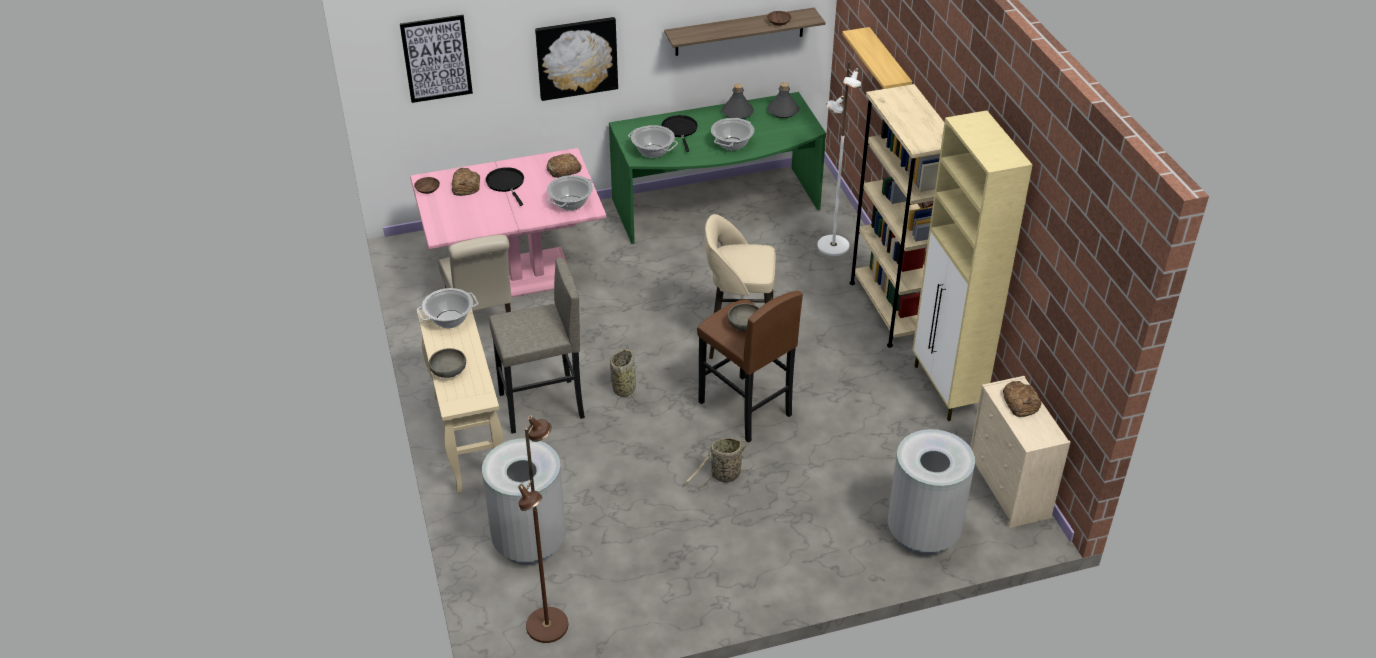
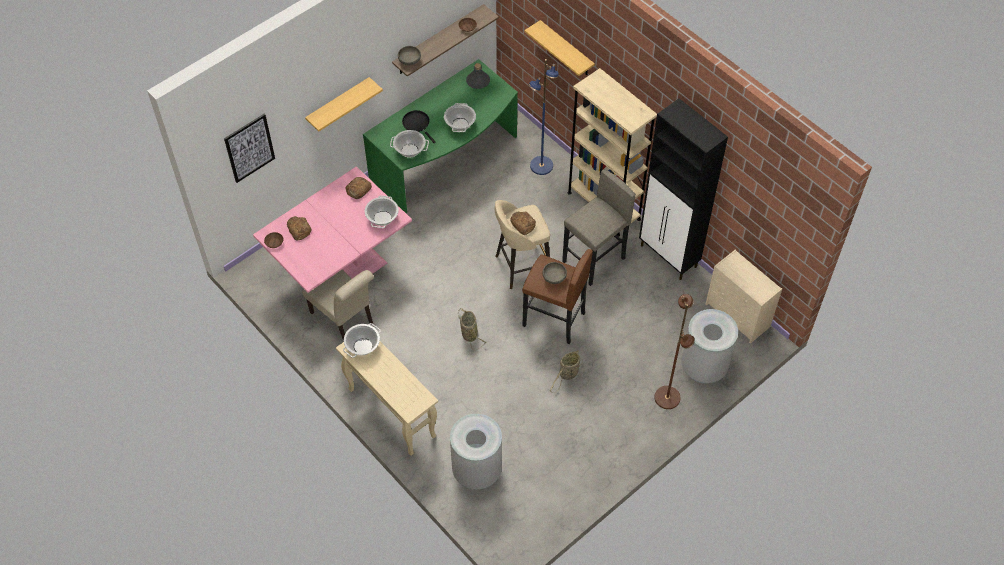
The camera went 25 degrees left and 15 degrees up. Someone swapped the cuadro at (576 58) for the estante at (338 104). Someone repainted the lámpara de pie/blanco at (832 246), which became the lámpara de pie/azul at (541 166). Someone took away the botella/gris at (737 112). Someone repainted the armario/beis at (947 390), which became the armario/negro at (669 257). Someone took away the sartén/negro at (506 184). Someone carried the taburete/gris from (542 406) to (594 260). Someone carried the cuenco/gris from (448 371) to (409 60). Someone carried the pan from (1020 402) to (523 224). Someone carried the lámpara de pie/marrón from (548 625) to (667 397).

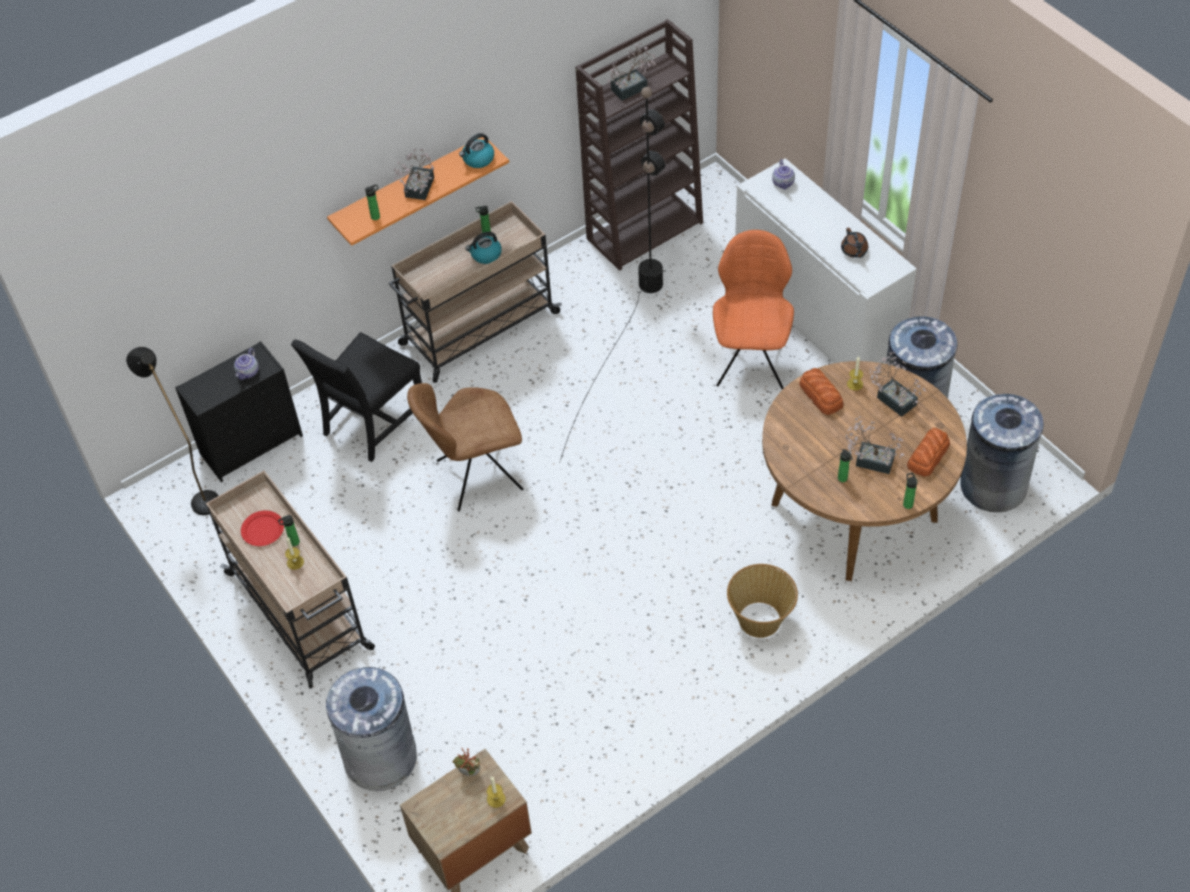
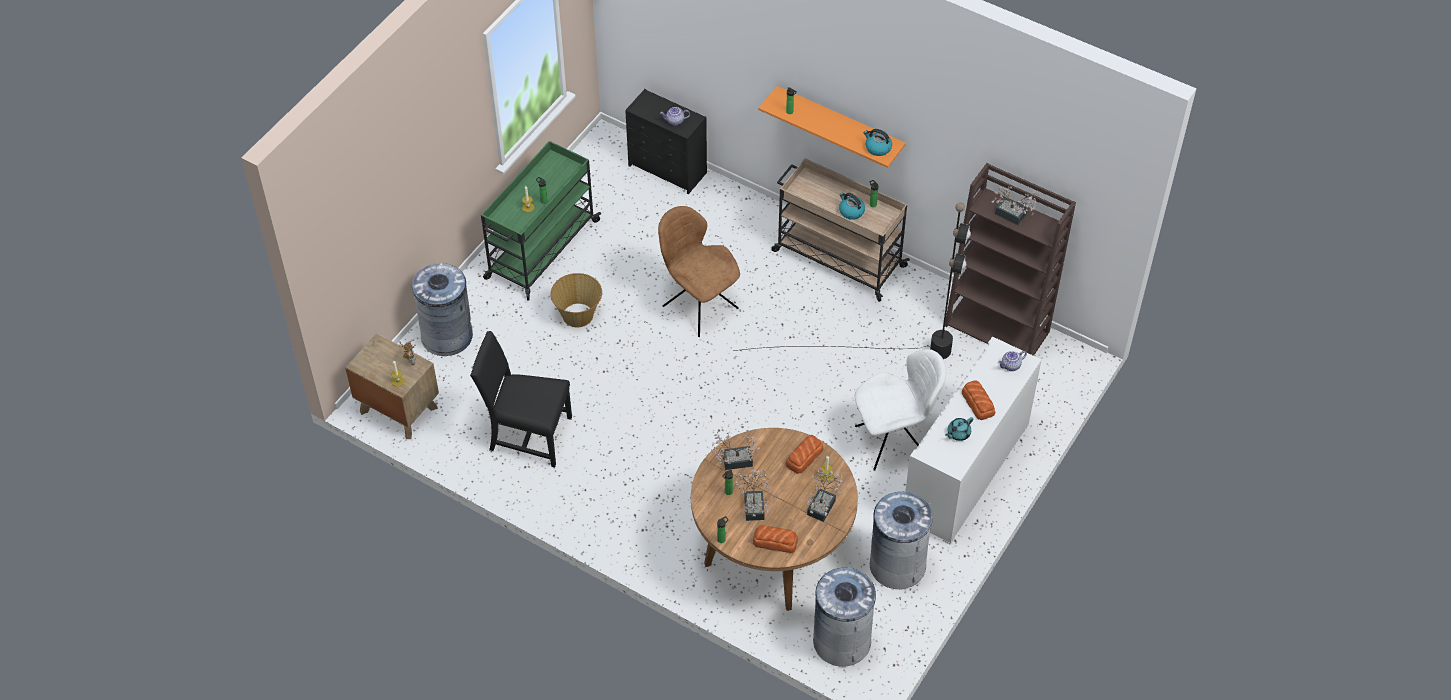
The camera went 65 degrees right and 0 degrees up. Someone carried the planta en maceta from (418 190) to (733 461). Someone repainted the tetera/marrón at (854 251), which became the tetera/turquesa at (958 433). Someone repainted the silla/naranja at (751 359), which became the silla/blanco at (894 441). Someone carried the silla/negro from (371 423) to (527 435). Someone took away the lámpara de pie/negro at (199 497). Someone repainted the carrito/beis at (300 612), which became the carrito/verde at (541 250). Someone took away the plato/rojo at (263 529). Someone carried the cesta from (760 619) to (578 315). Someone put down the pan at (978 402).

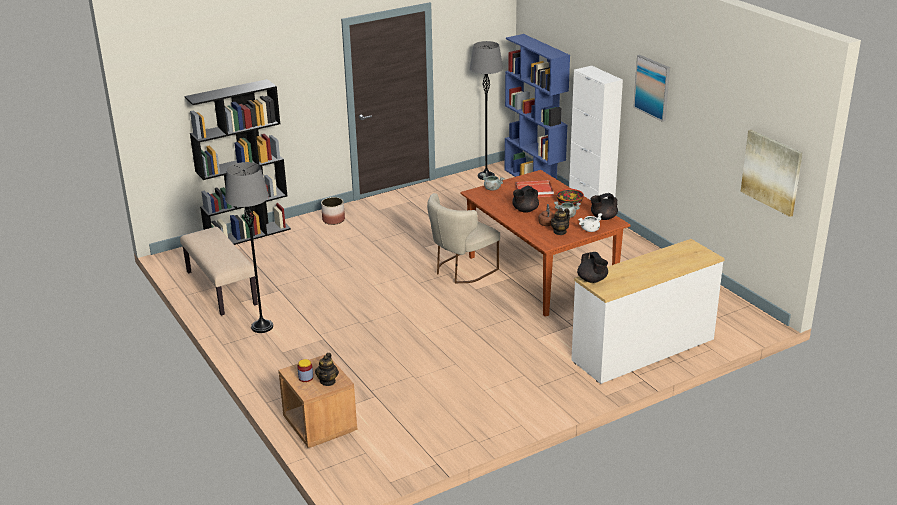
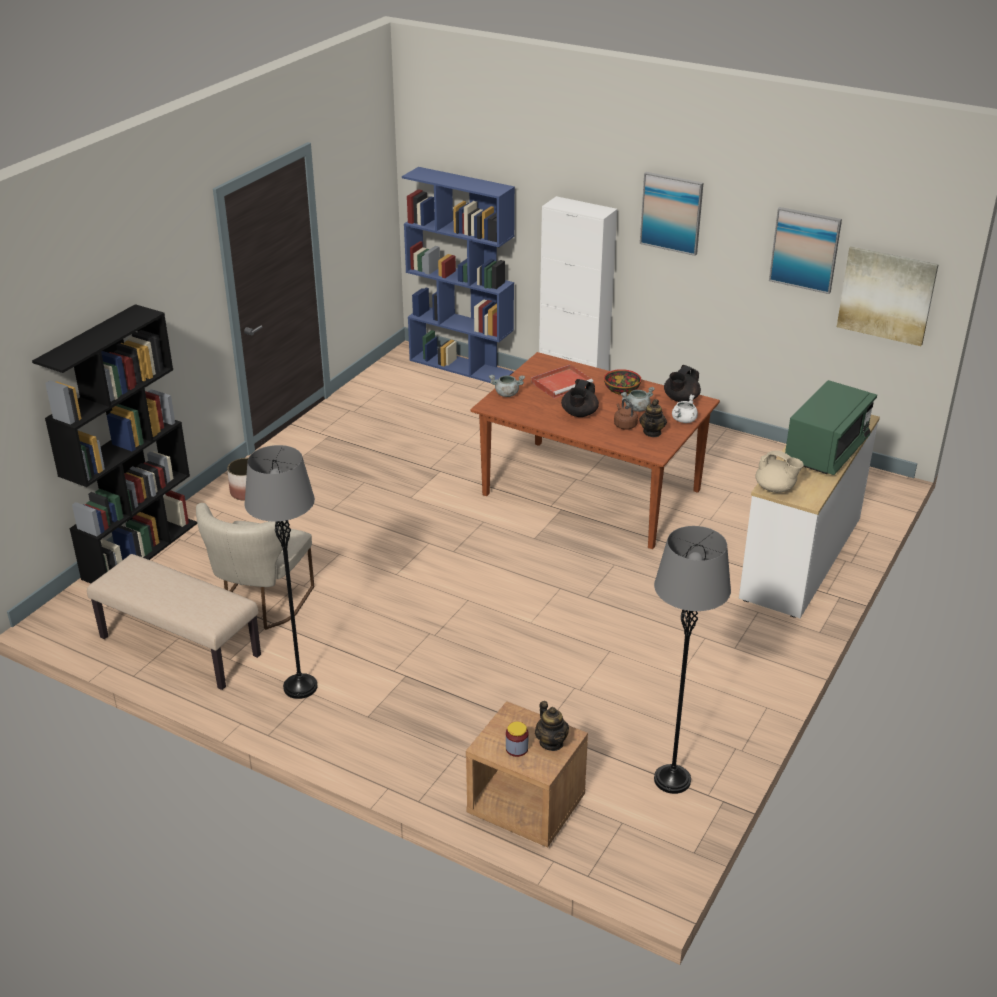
The camera went 30 degrees left and 5 degrees up. Someone carried the lámpara de pie/gris from (486 176) to (672 780). Someone carried the silla/beis from (461 271) to (261 605). Someone repainted the tetera/negro at (592 280), which became the tetera/beis at (775 488). Someone put up the cuadro at (805 249). Someone put down the microondas/verde at (826 451).

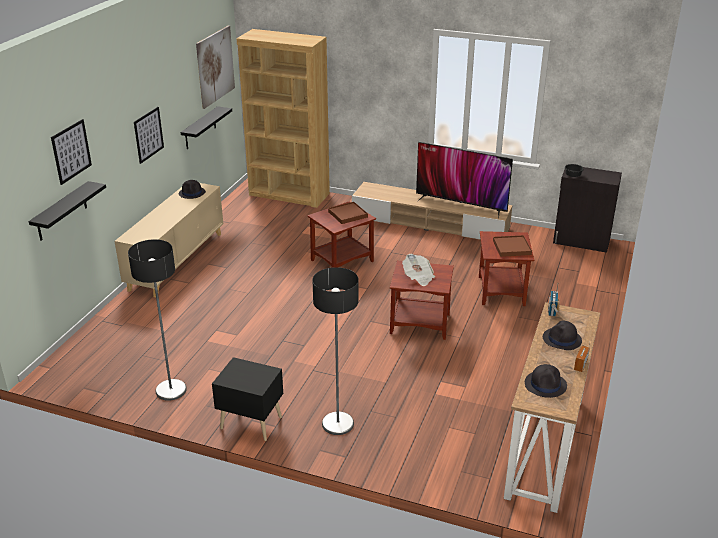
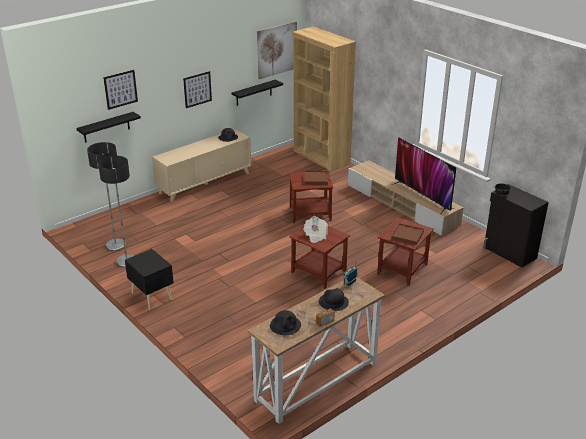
The camera went 30 degrees right and 0 degrees up. Someone carried the lámpara de pie from (338 423) to (116 245).

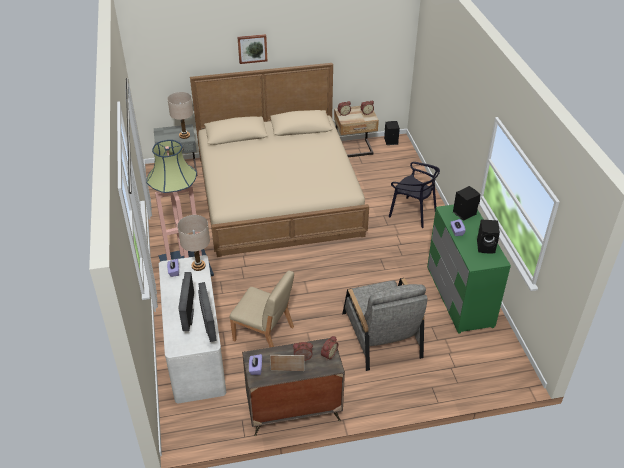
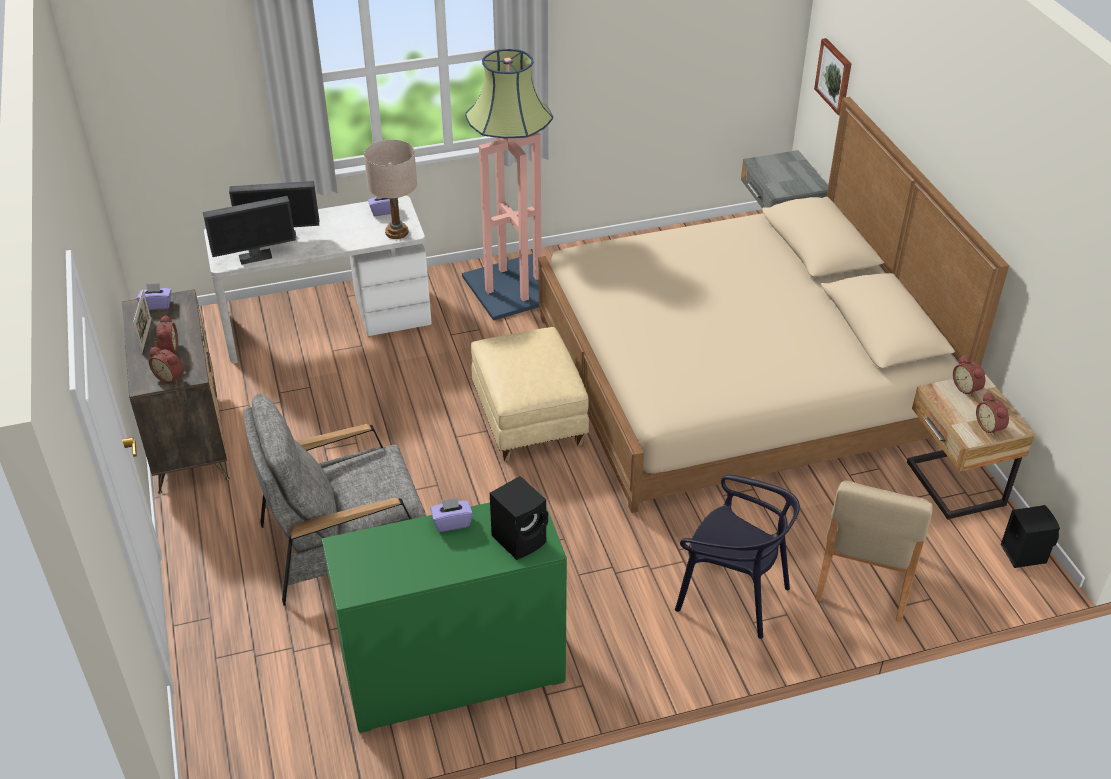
The camera went 85 degrees right and 0 degrees up. Someone carried the cuadro from (252 48) to (834 76). Someone took away the lámpara de mesa/beis at (184 135). Someone rotated the silla/negro at (412 213) by 90 degrees counterclockwise. Someone took away the altavoz/negro at (486 247). Someone carried the silla/beis from (264 334) to (864 577). Someone put down the puf/beis at (530 419).

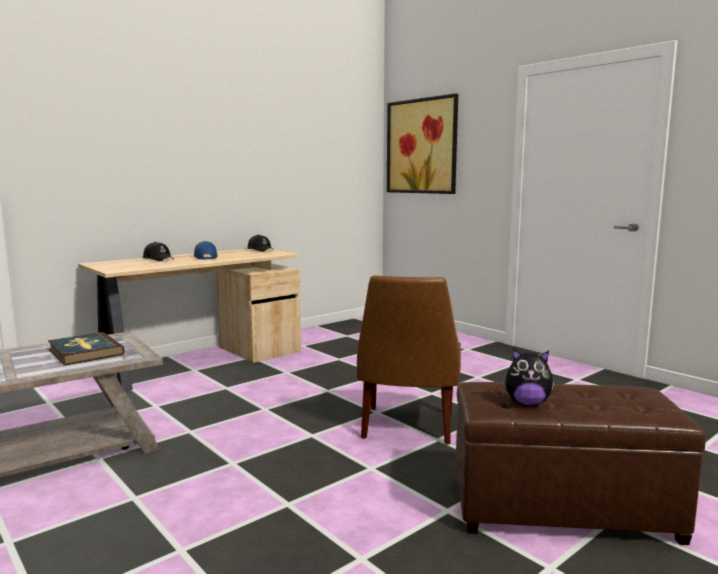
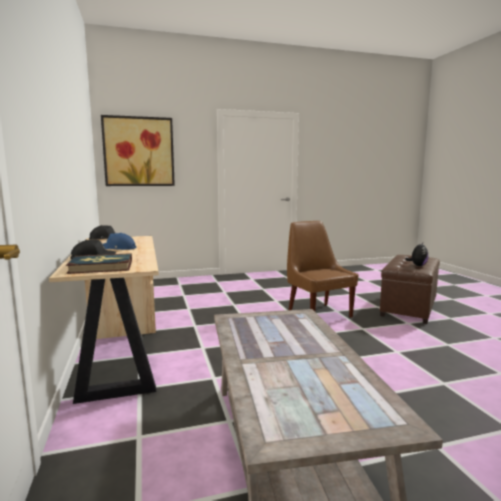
The camera went 65 degrees left and 0 degrees up. Someone rotated the silla/marrón at (407 427) by 150 degrees counterclockwise. Someone carried the libro from (85 352) to (101 266).

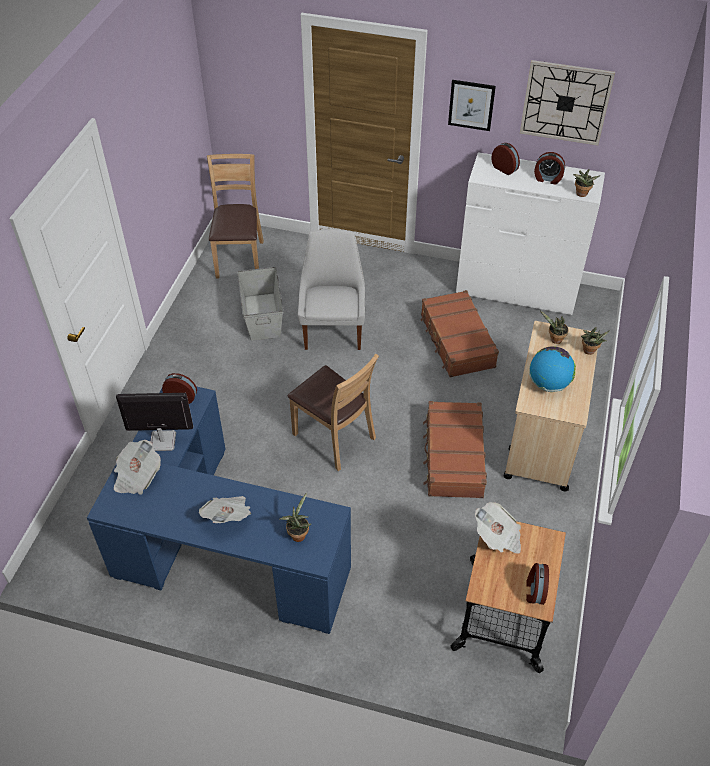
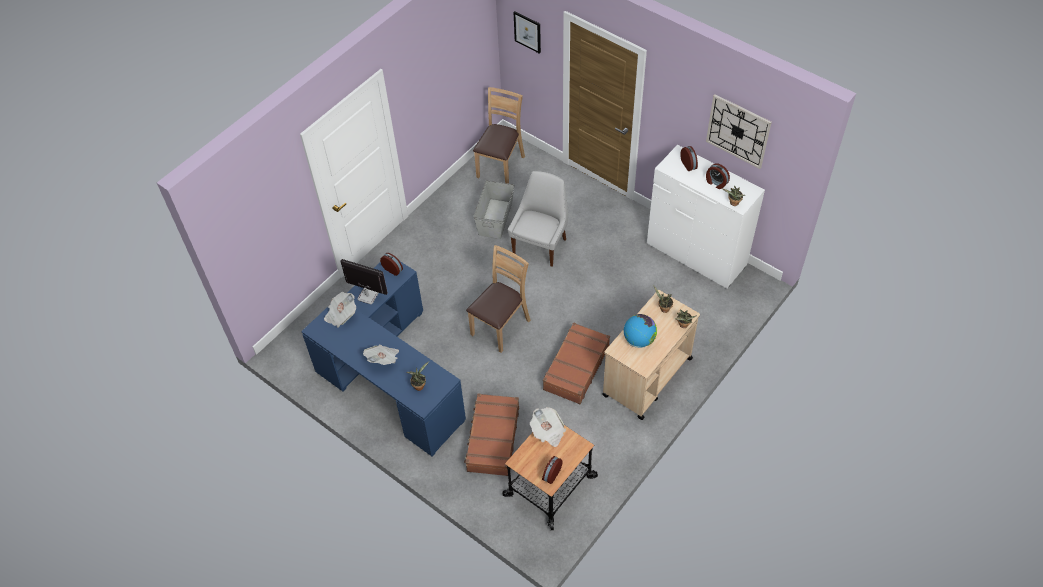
The camera went 25 degrees right and 5 degrees up. Someone carried the cuadro from (471 105) to (527 32). Someone carried the maleta/marrón from (456 341) to (492 439). Someone rotated the silla/marrón at (334 437) by 120 degrees counterclockwise.

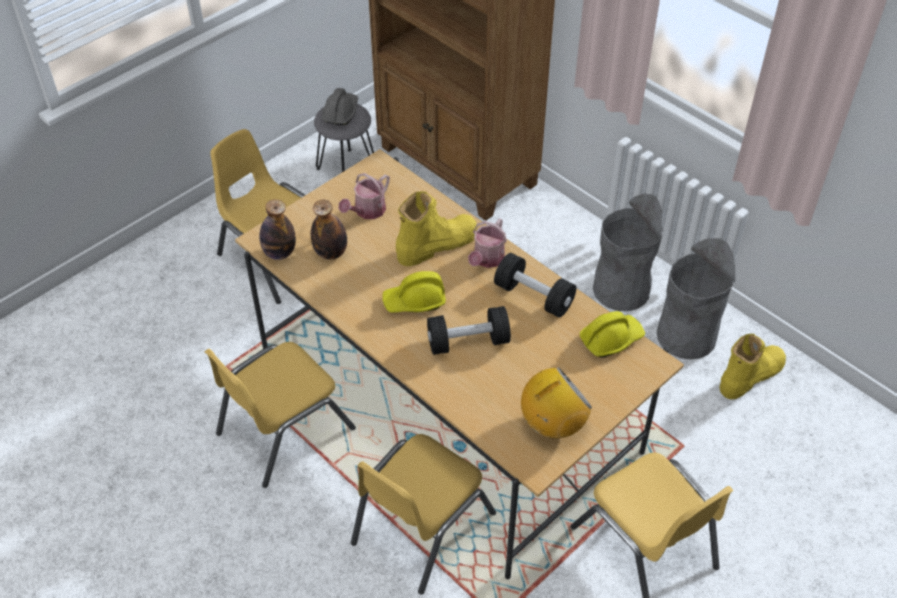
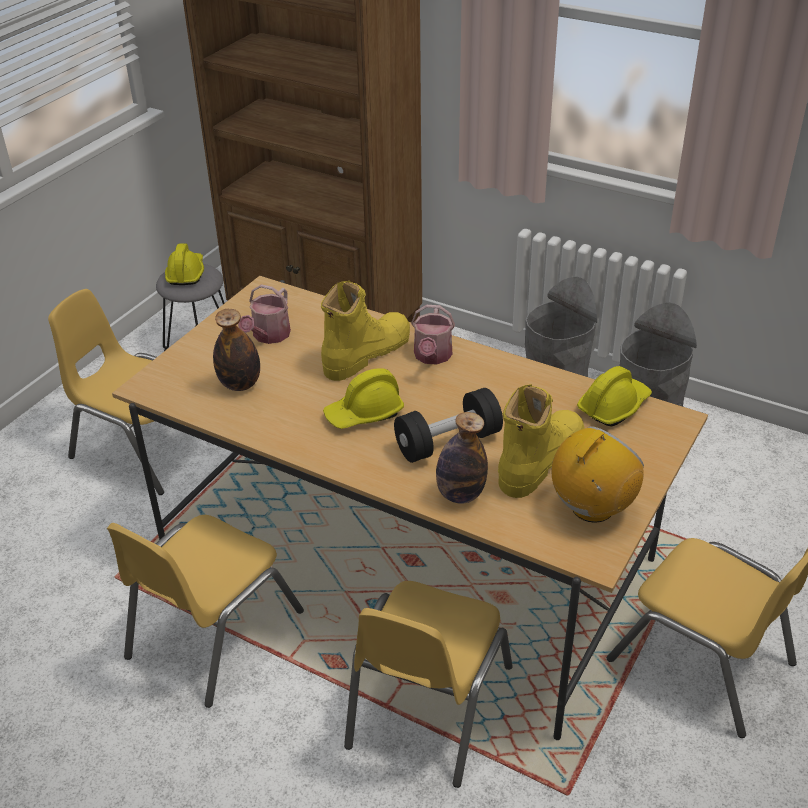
The camera went 15 degrees left and 10 degrees down. Someone repainted the casco/gris at (340 112), which became the casco/amarillo at (186 273). Someone carried the botella from (279 253) to (460 494). Someone took away the mancuerna/negro at (533 296). Someone carried the bota/amarillo from (750 376) to (540 461).

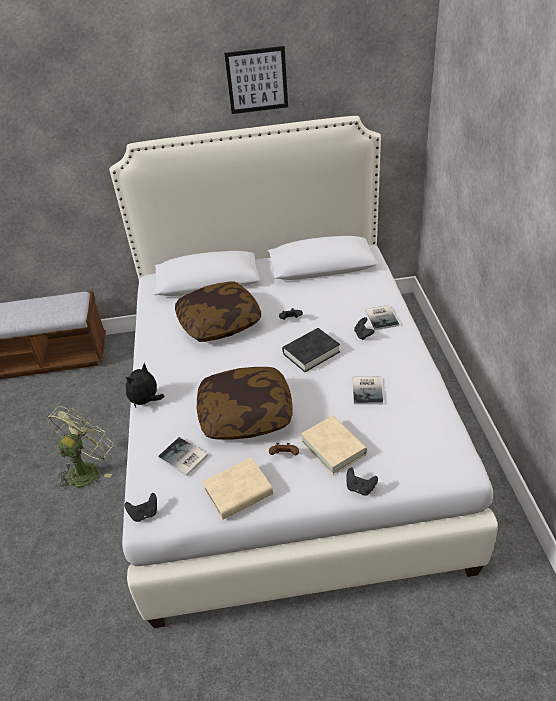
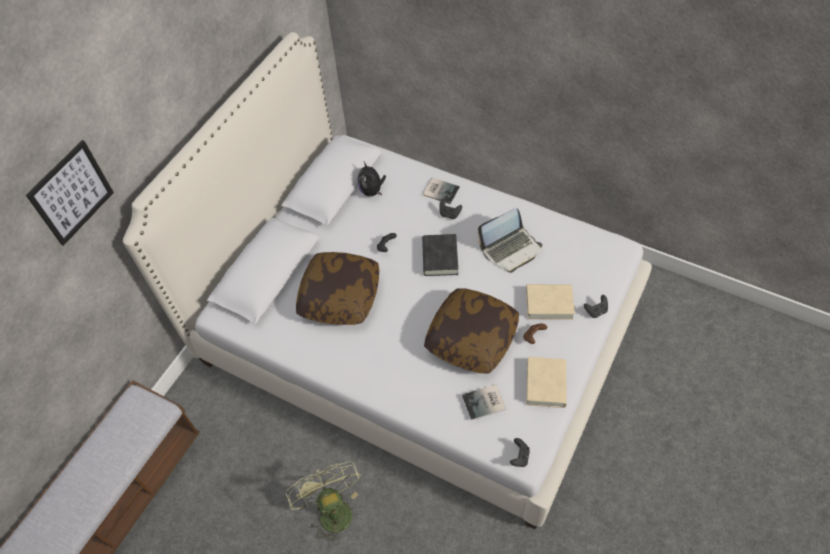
The camera went 55 degrees left and 15 degrees up. Someone carried the cuadro from (257 80) to (71 193). Someone carried the peluche from (146 401) to (372 191). Someone swapped the libro at (368 390) for the portátil at (510 249).

